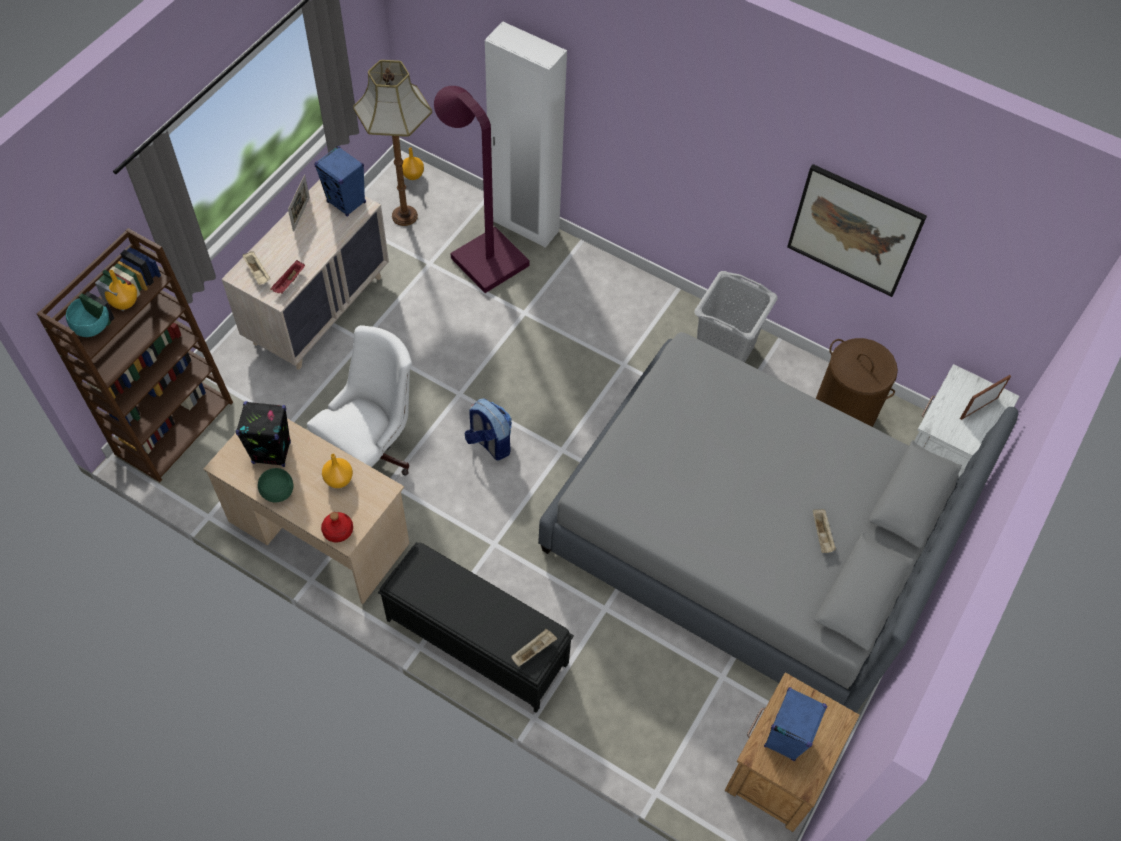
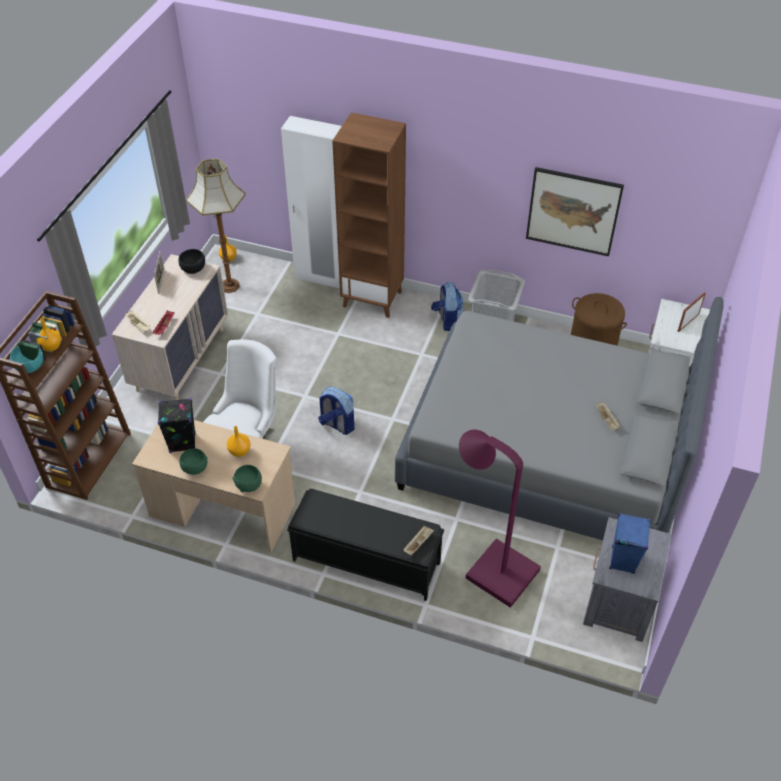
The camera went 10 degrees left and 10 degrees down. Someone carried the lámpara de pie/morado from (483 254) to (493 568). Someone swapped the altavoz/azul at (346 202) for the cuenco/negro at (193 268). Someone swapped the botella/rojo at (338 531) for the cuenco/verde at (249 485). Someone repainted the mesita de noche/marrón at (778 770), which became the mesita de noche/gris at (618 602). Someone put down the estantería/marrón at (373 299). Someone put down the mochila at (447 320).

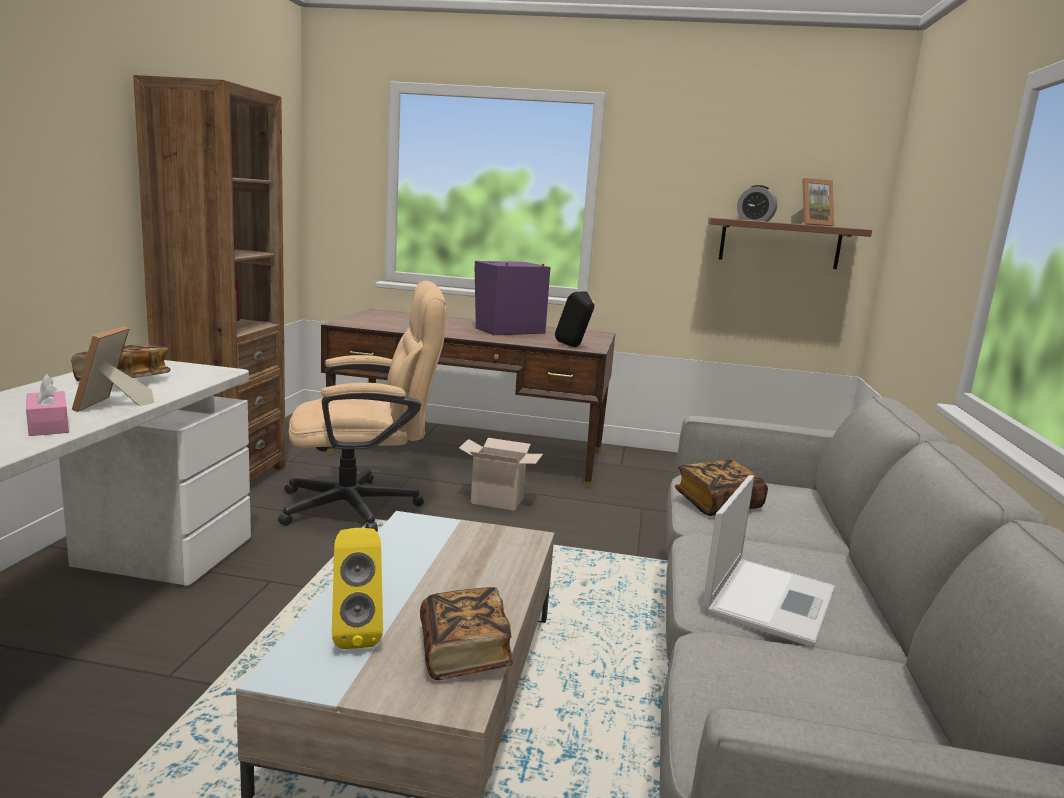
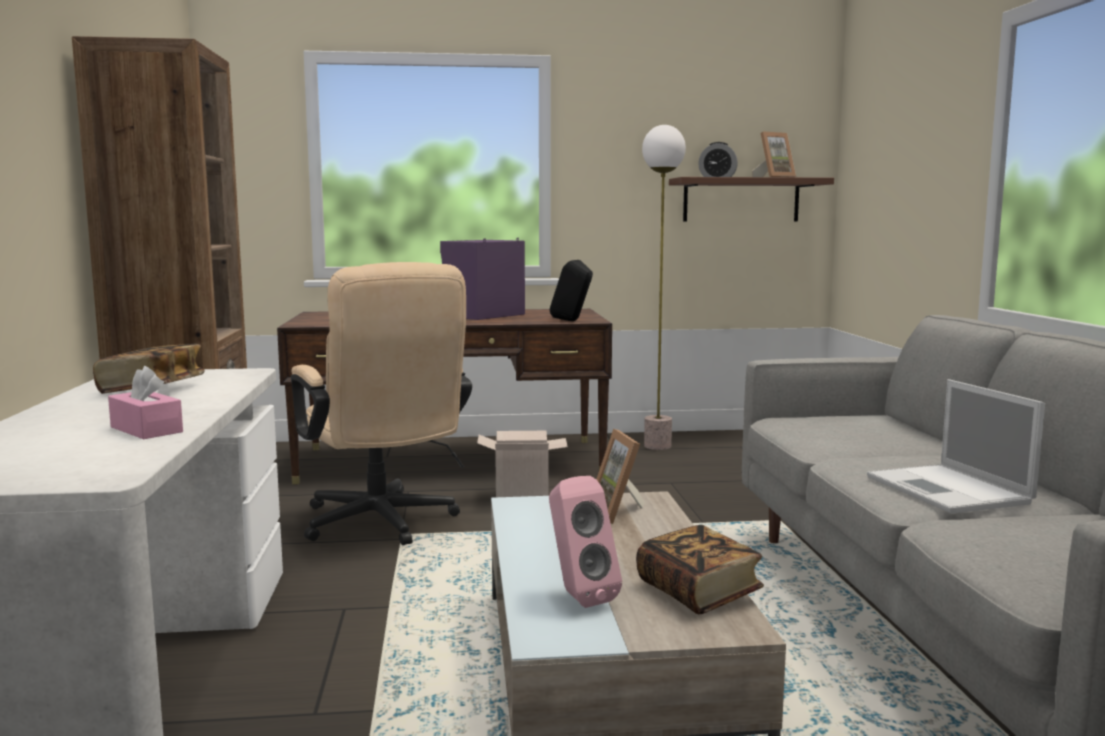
The camera went 15 degrees left and 5 degrees down. Someone rotated the silla de oficina/beis at (364 506) by 90 degrees clockwise. Someone carried the portarretratos from (112 405) to (620 512). Someone took away the libro at (718 504). Someone rotated the portátil at (769 599) by 150 degrees clockwise. Someone repainted the altavoz/amarillo at (356 634), which became the altavoz/rosa at (578 597). Someone put down the lámpara de pie at (657 446).

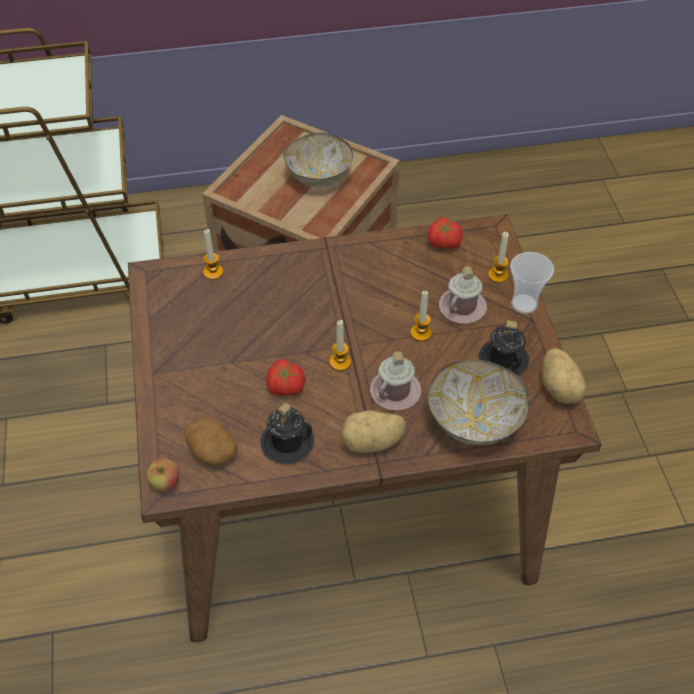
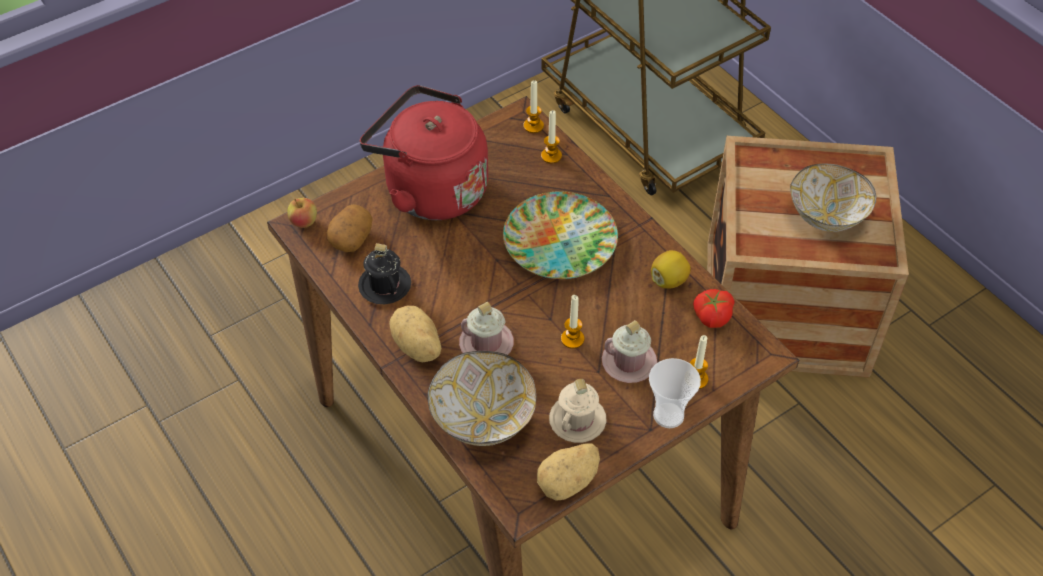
The camera went 65 degrees right and 0 degrees up. Someone carried the vela from (340 362) to (533 126). Someone repainted the taza grande/negro at (503 360), which became the taza grande/beis at (577 420). Someone took away the tomate at (285 387). Someone put down the hervidor/rojo at (430 189). Someone put down the plato at (561 242). Someone put down the limón at (669 280).

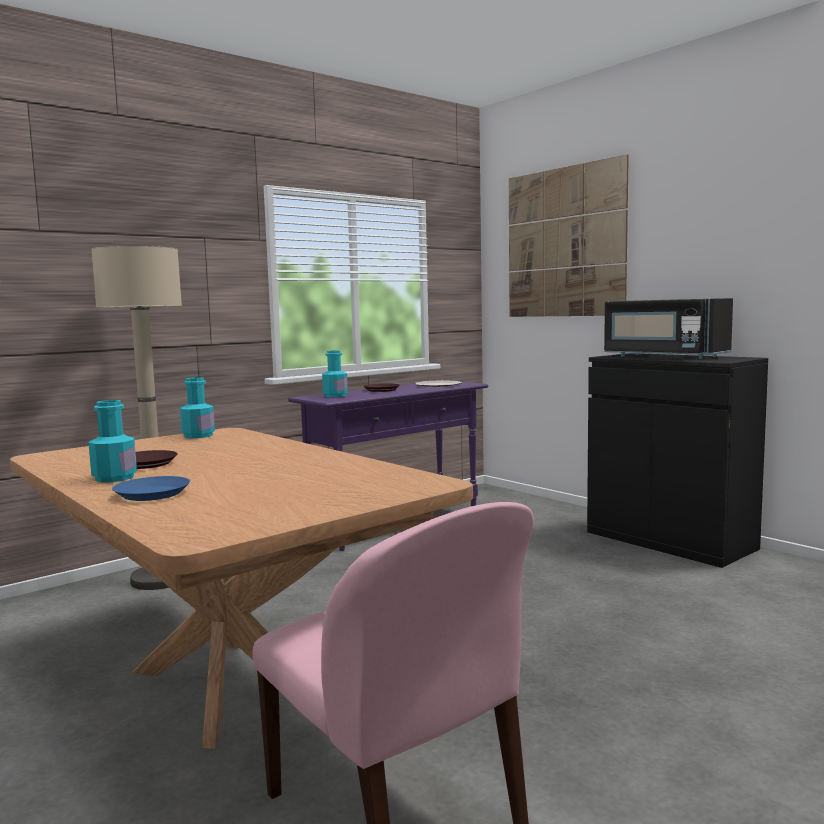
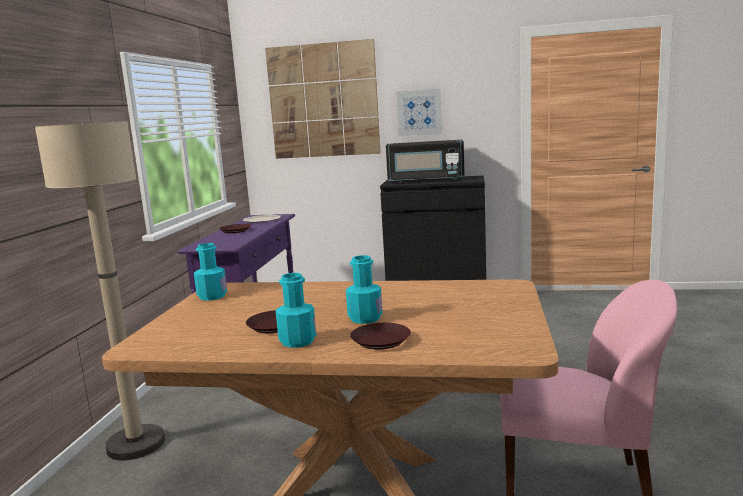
The camera went 40 degrees left and 5 degrees up. Someone carried the botella/turquesa from (335 395) to (365 318). Someone repainted the plato/azul at (151 494), which became the plato/marrón at (380 341). Someone put up the cuadro at (419 112).

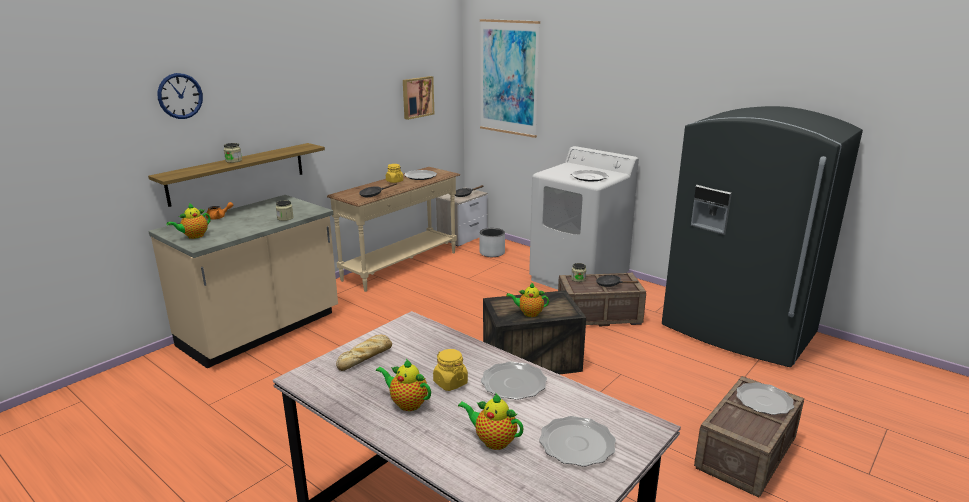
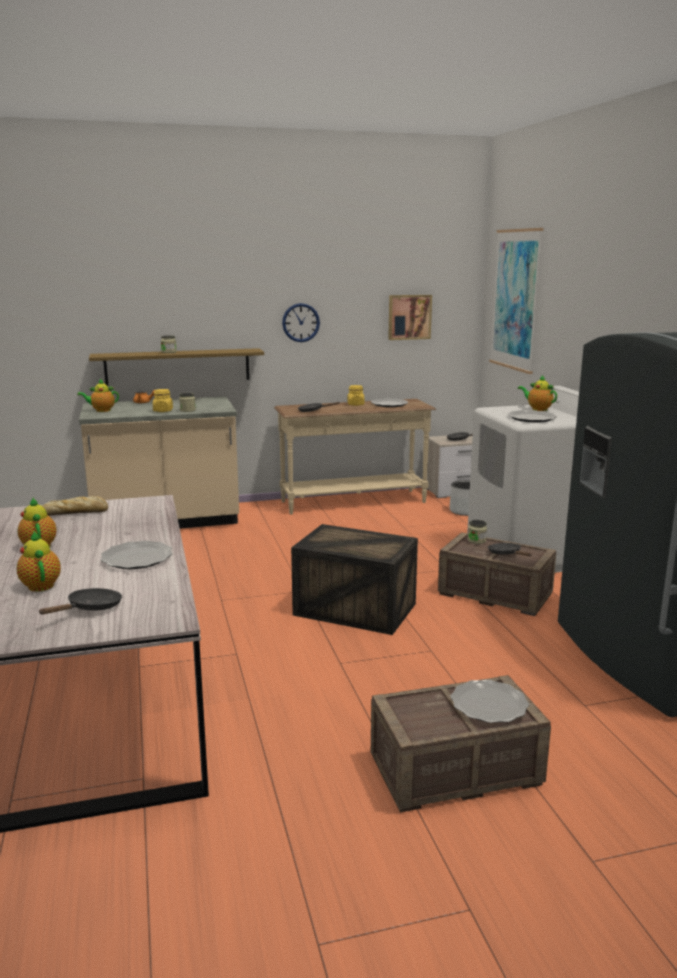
The camera went 35 degrees right and 5 degrees down. Someone carried the reloj de pared from (180 96) to (301 322). Someone carried the tetera from (529 313) to (538 409). Someone carried the tarro/amarillo from (450 383) to (163 411). Someone swapped the plato at (577 444) for the sartén/negro at (90 608).

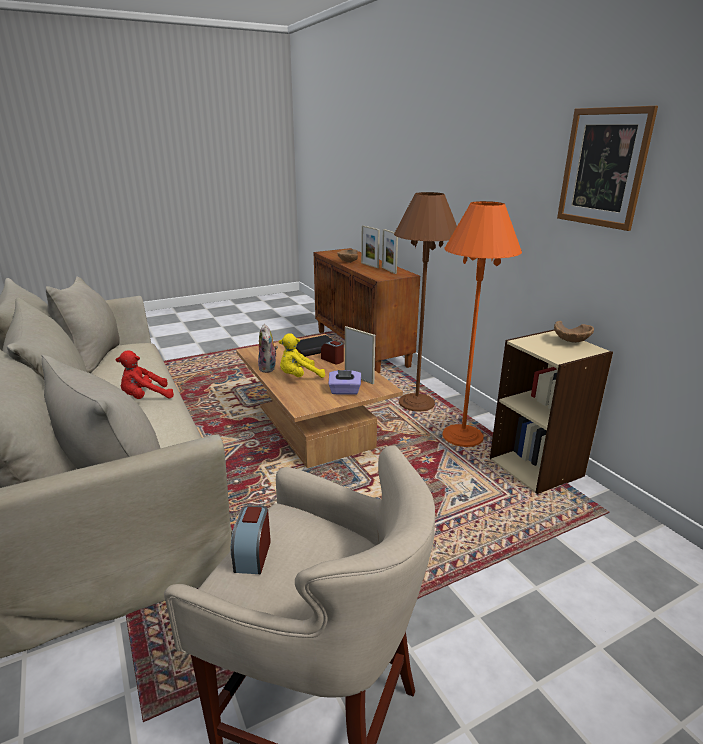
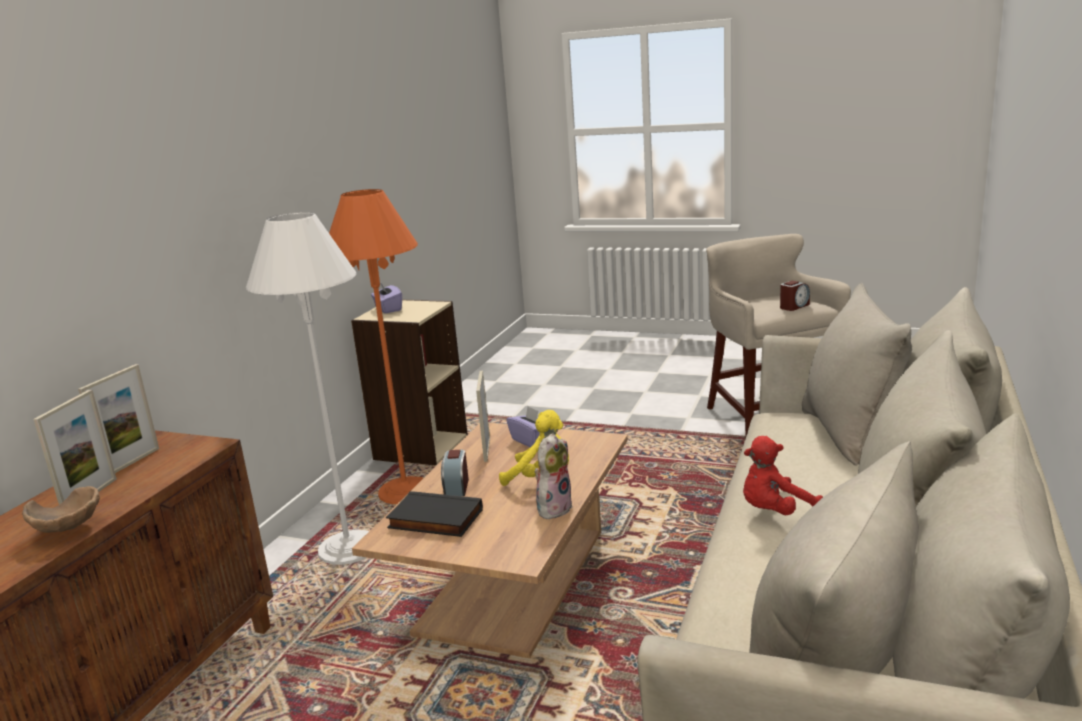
The camera went 130 degrees left and 5 degrees down. Someone took away the cuadro at (603 168). Someone repainted the lámpara de pie/marrón at (416 403), which became the lámpara de pie/blanco at (348 549). Someone swapped the cuenco/marrón at (570 343) for the caja de pañuelos/morado at (388 309). Someone rotated the peluche/rojo at (145 398) by 135 degrees clockwise.

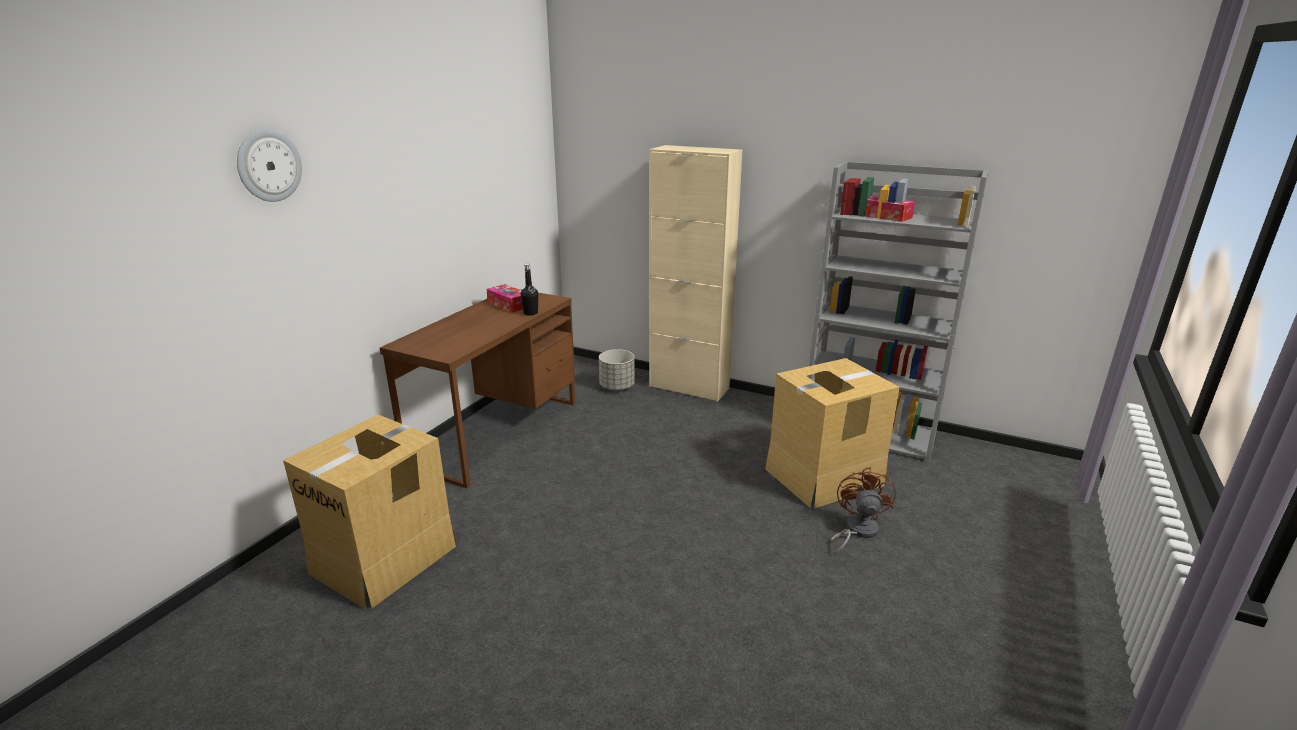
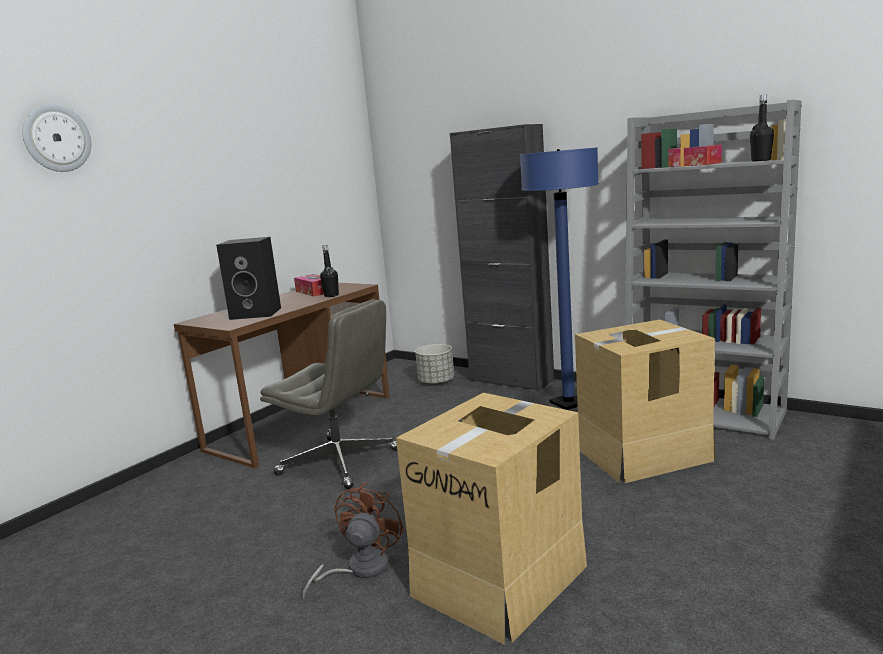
The camera went 10 degrees right and 10 degrees down. Someone repainted the armario/beis at (689 387), which became the armario/negro at (511 380). Someone carried the caja de cartón from (385 558) to (501 579). Someone carried the ventilador/marrón from (856 531) to (359 569). Someone put down the botella/negro at (761 160). Someone put down the lámpara de pie/azul at (568 403). Someone put down the altavoz/negro at (257 313). Someone put down the silla de oficina/gris at (340 462).

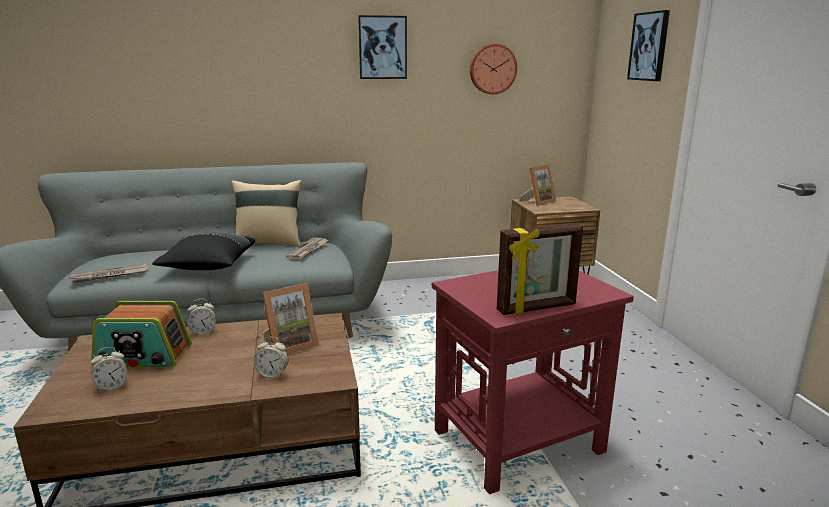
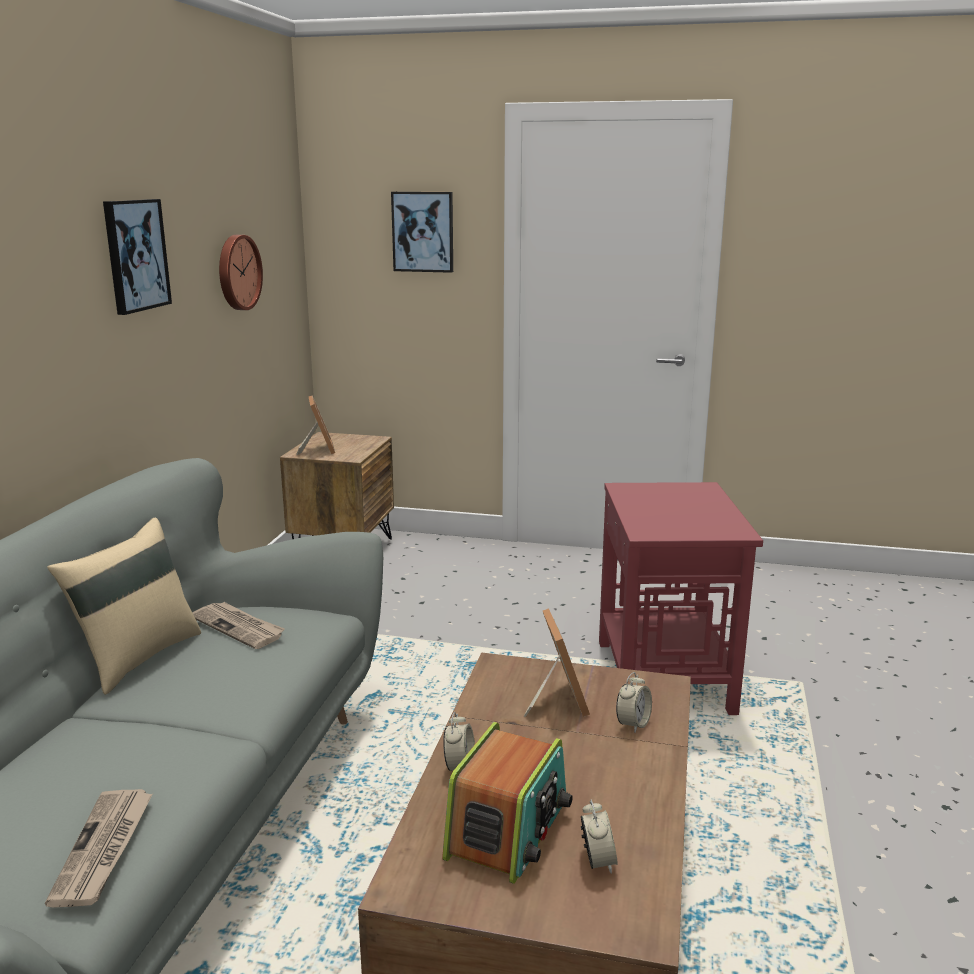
The camera went 65 degrees left and 0 degrees up. Someone took away the portarretratos at (537 308). Someone took away the cojín/negro at (208 266).

